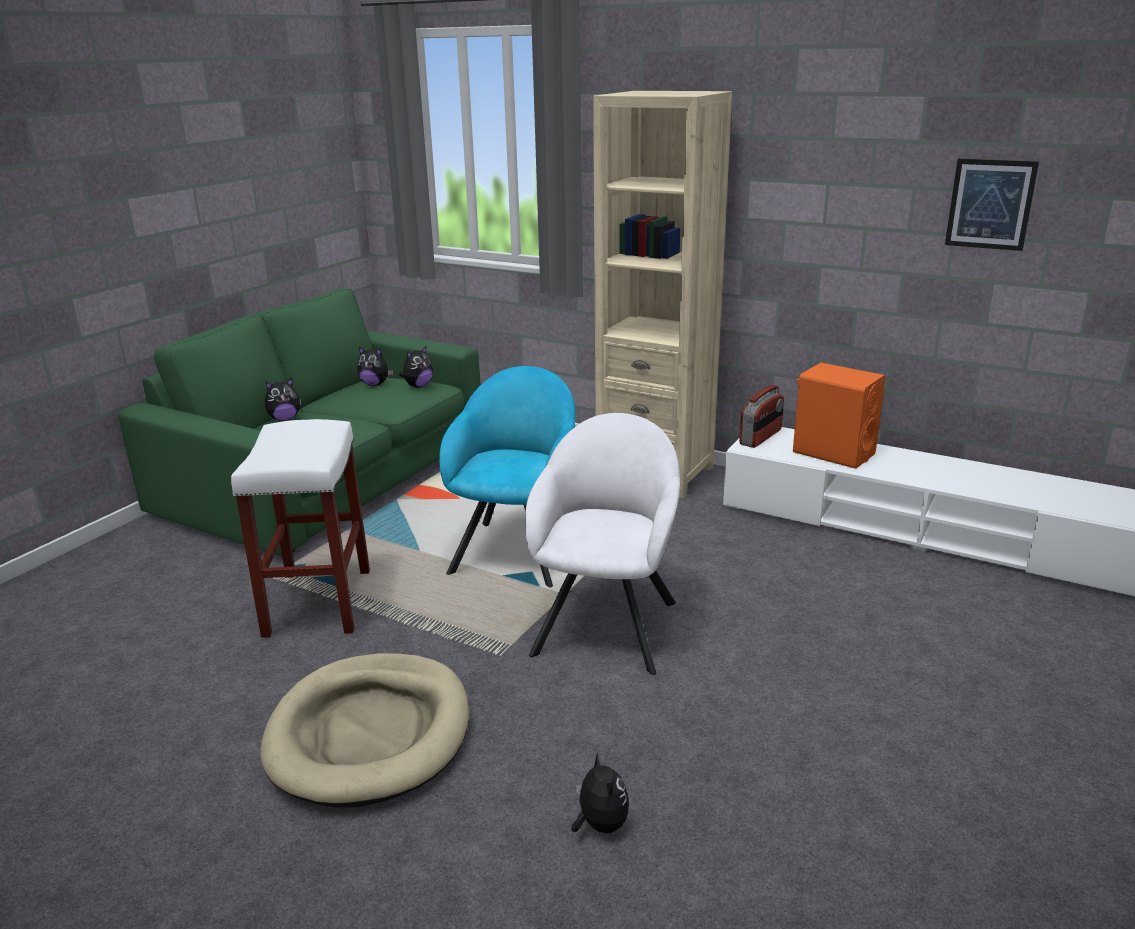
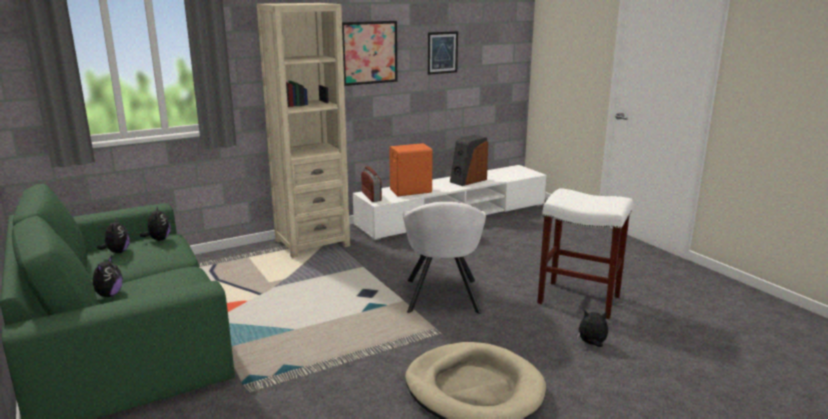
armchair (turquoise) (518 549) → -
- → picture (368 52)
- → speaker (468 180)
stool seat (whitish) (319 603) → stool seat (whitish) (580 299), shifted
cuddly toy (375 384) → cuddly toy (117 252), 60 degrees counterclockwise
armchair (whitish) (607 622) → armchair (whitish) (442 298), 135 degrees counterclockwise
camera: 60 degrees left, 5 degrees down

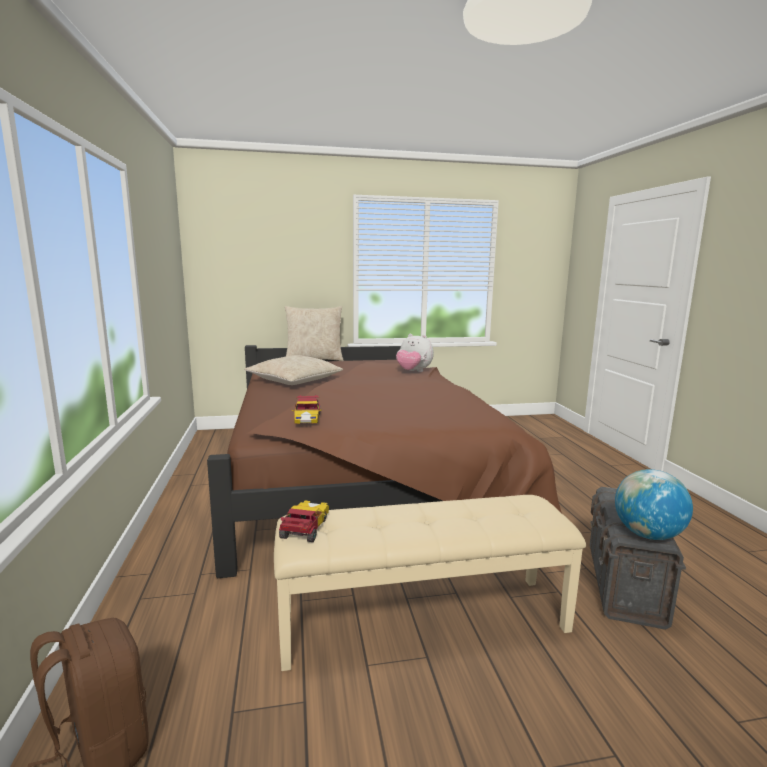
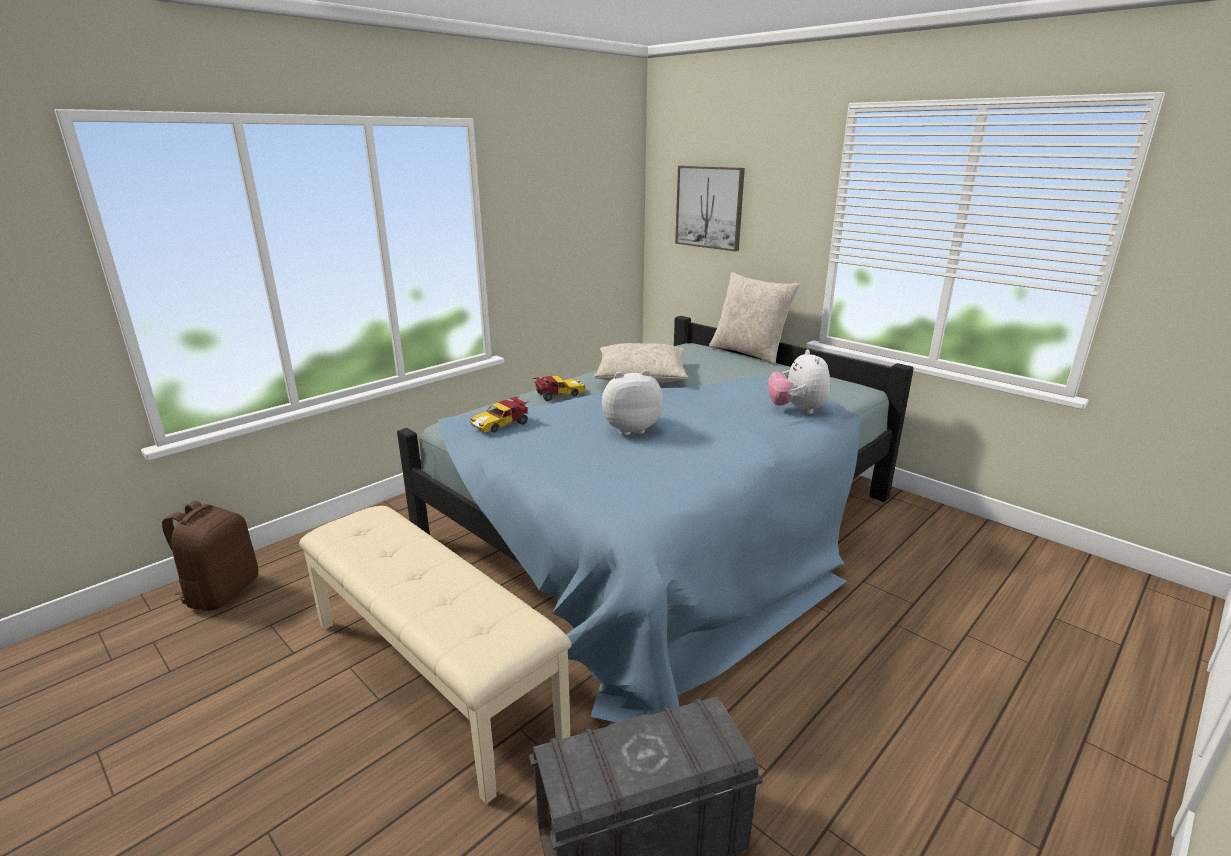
world globe (647 535) → -
- → cuddly toy (630 429)
- → picture (709 207)
miniature car (305 528) → miniature car (558 394), shifted
bedroom bed (brownish) (364 479) → bedroom bed (blue) (666 528)
camera: 55 degrees right, 10 degrees up

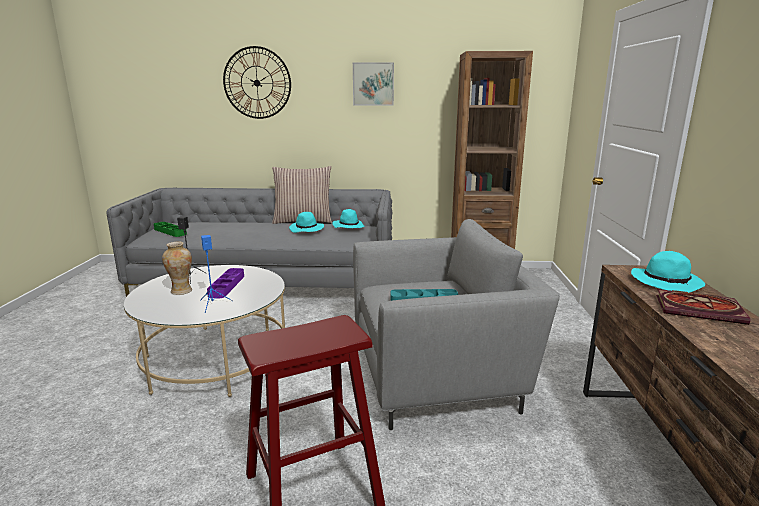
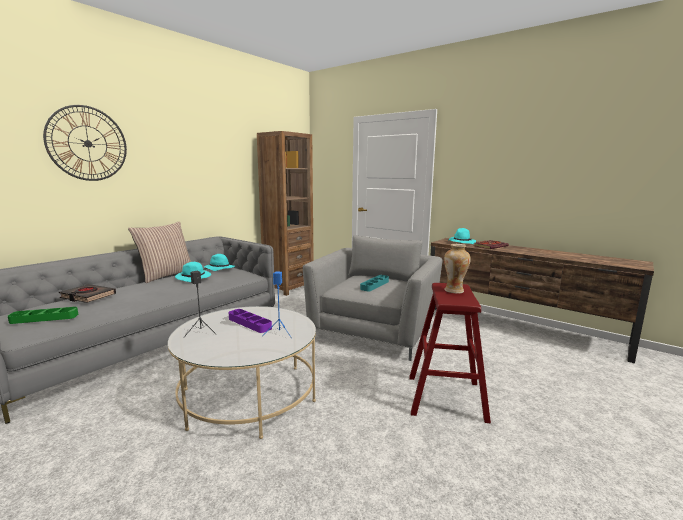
picture (373 84) → -
- → book (black) (88 296)
flower vase (181 291) → flower vase (454 291), shifted
camera: 55 degrees left, 5 degrees down

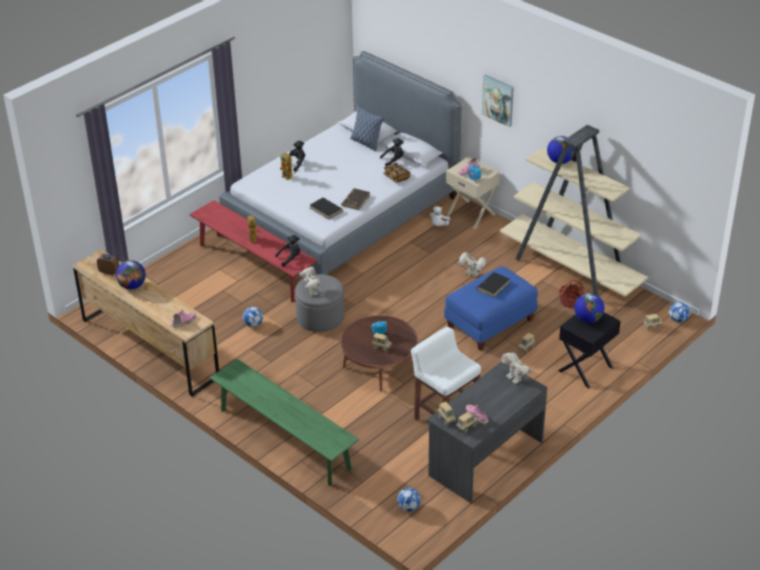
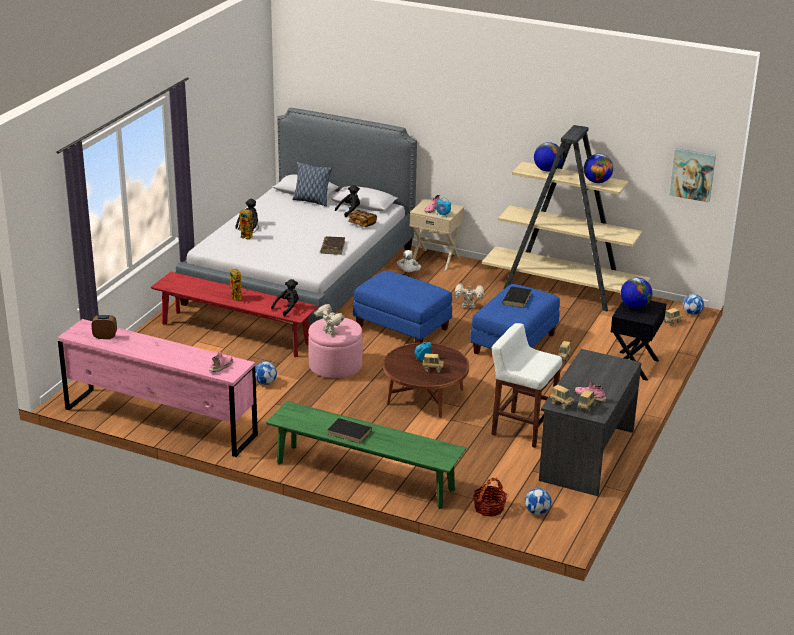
robot figure (514 378) → -
- → footrest (blue) (403 327)
world globe (132 286) → world globe (597 182), shifted
book (black) (326 210) → book (black) (350 433), shifted
picture (498 100) → picture (692 174), shifted
basket (570 301) → basket (489 508), shifted
dresser (brownish) (150 348) → dresser (pink) (160 422)
footrest (grey) (320 318) → footrest (pink) (335 366)
camera: 20 degrees left, 10 degrees down

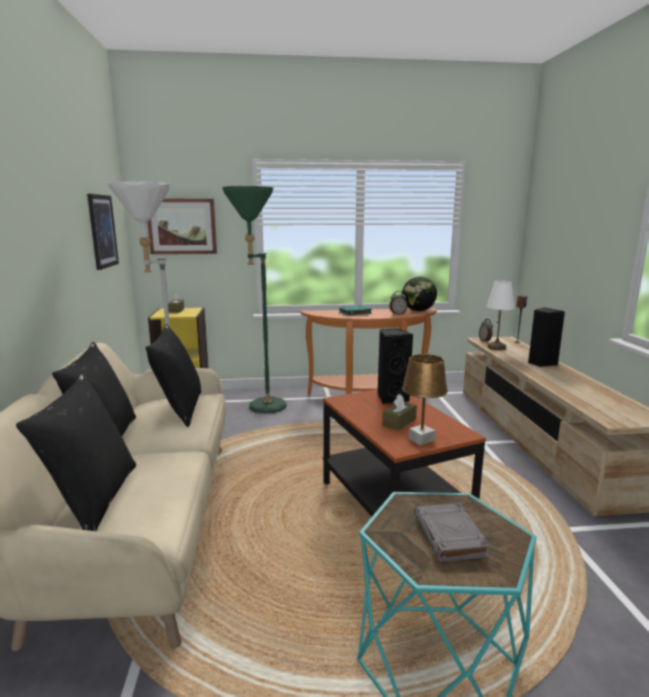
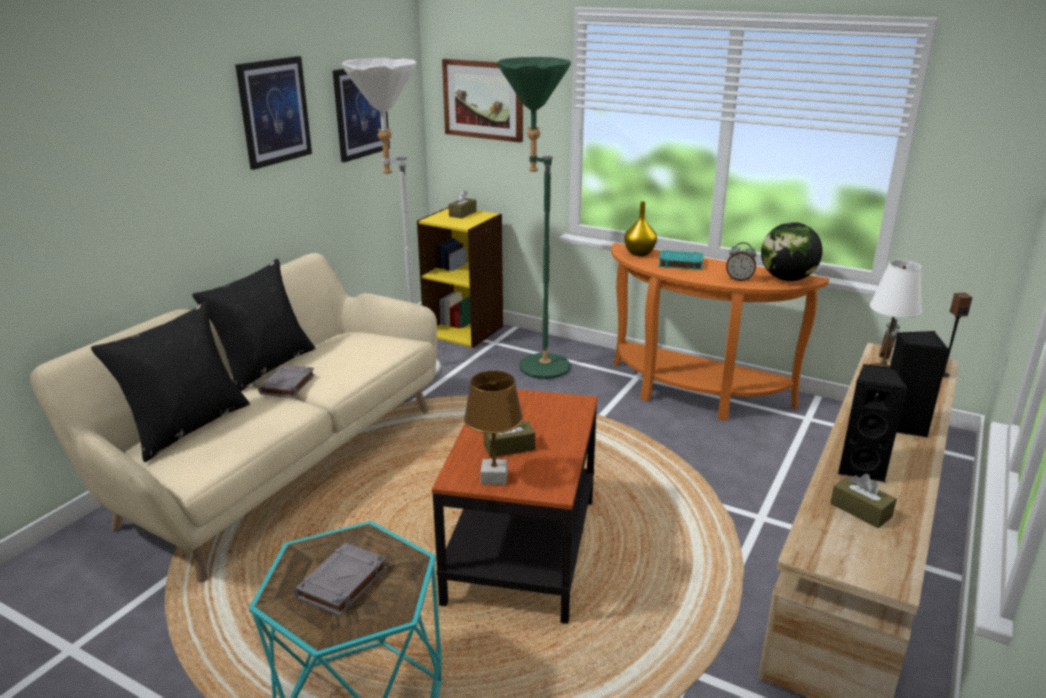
throw pillow (black) (179 409) → -
- → picture (274 111)
- → book (grey) (287 385)
- → flower vase (yellow-coloured) (639 253)
- → tissue holder (brownish) (860 510)
speaker (black) (391 398) → speaker (black) (861 468), shifted
camera: 35 degrees right, 10 degrees up

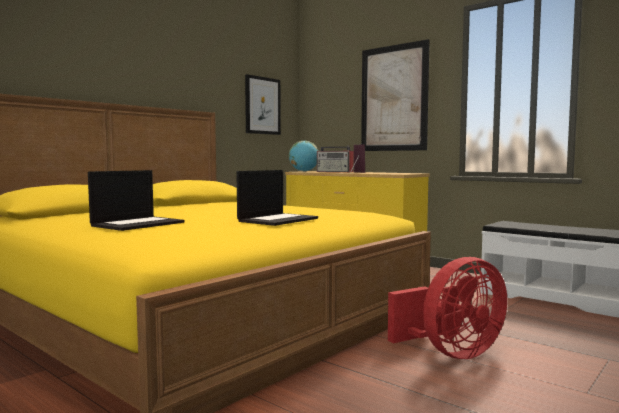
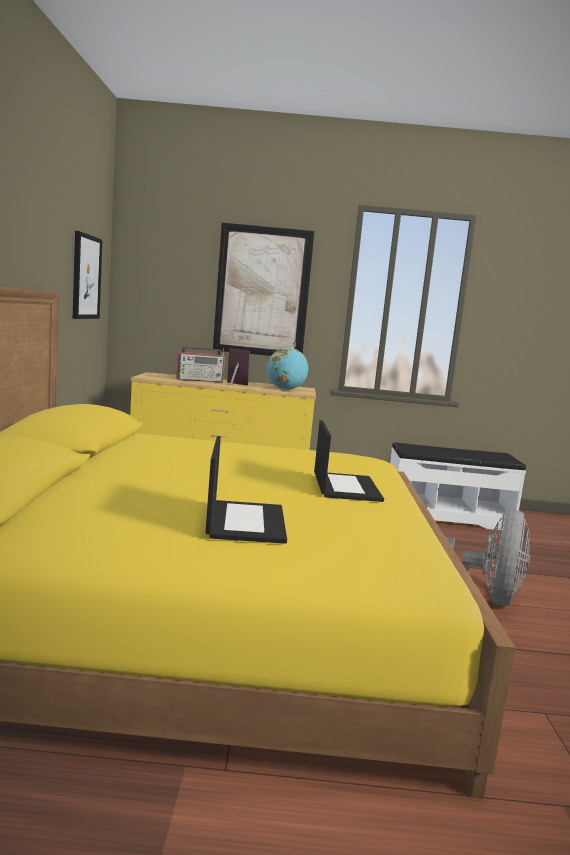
world globe (304 171) → world globe (285 389), shifted
electric fan (red) (452 353) → electric fan (grey) (486 599)
camera: 40 degrees left, 5 degrees up

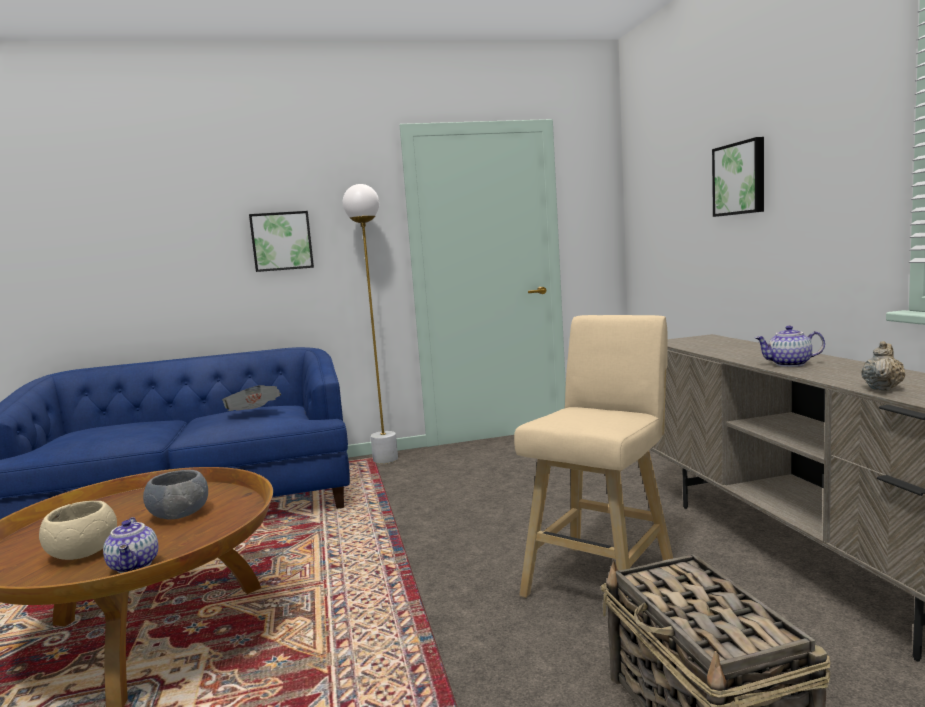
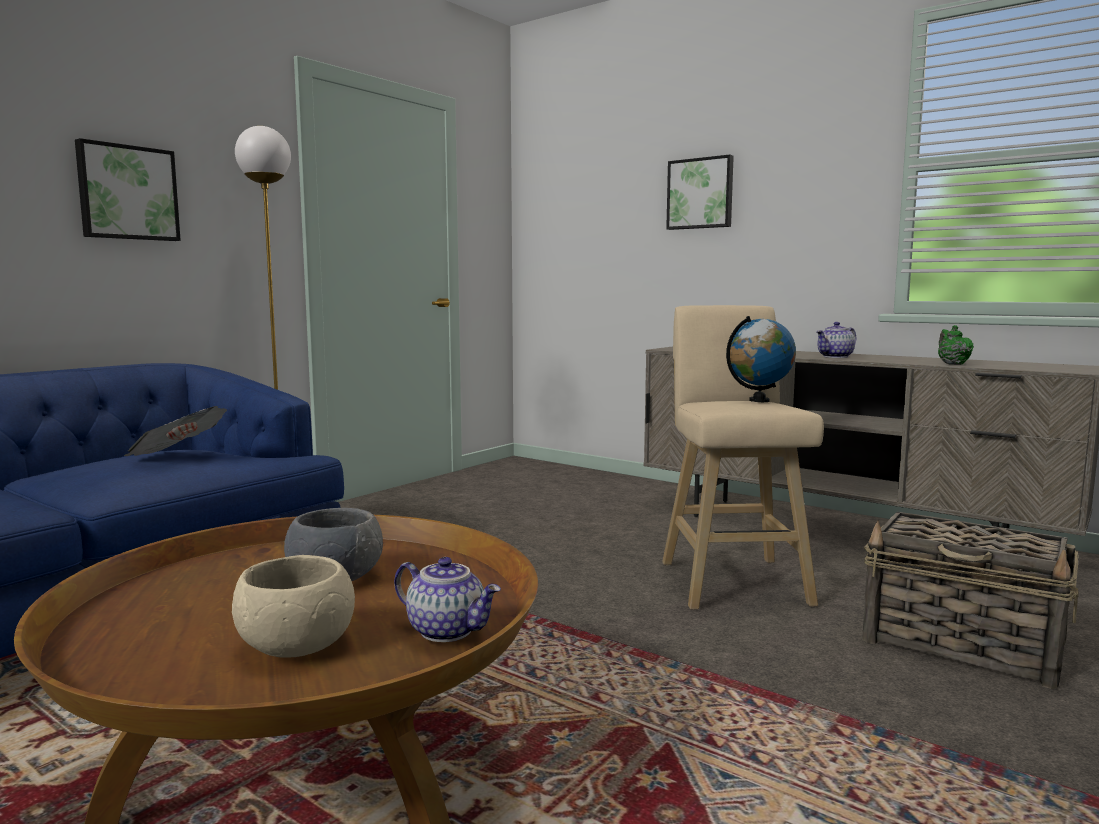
- → world globe (759 400)
teapot (beige-coloured) (882 388) → teapot (green-coloured) (952 364)
camera: 40 degrees left, 0 degrees up

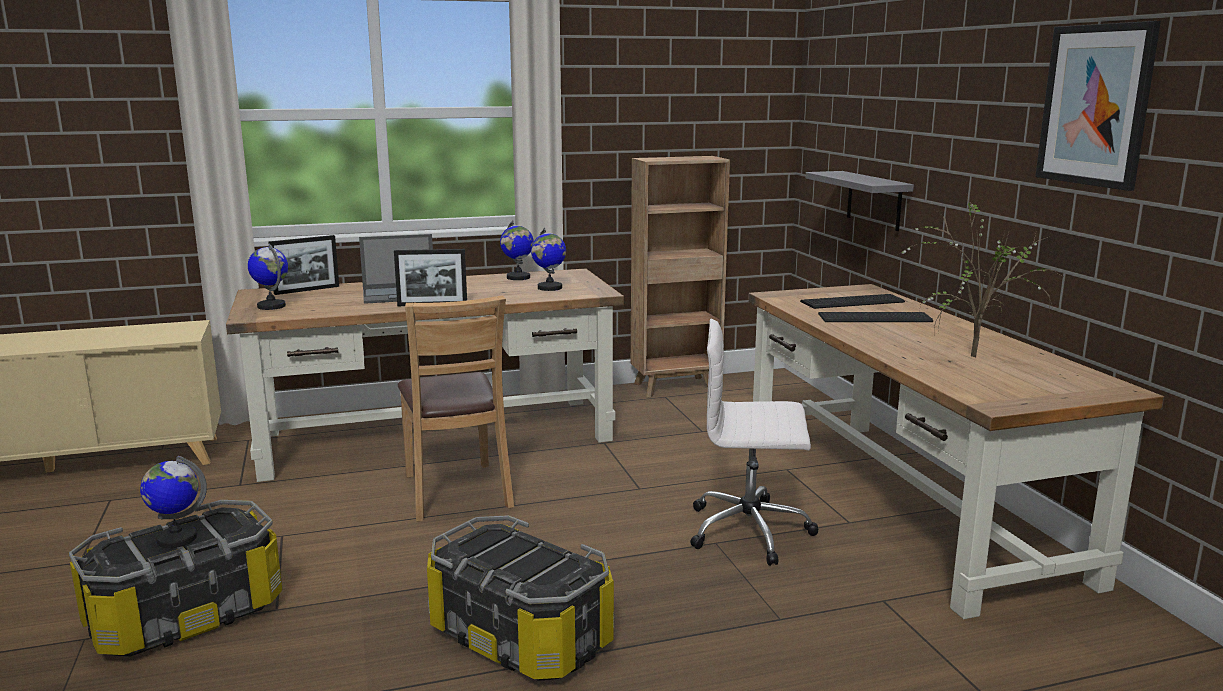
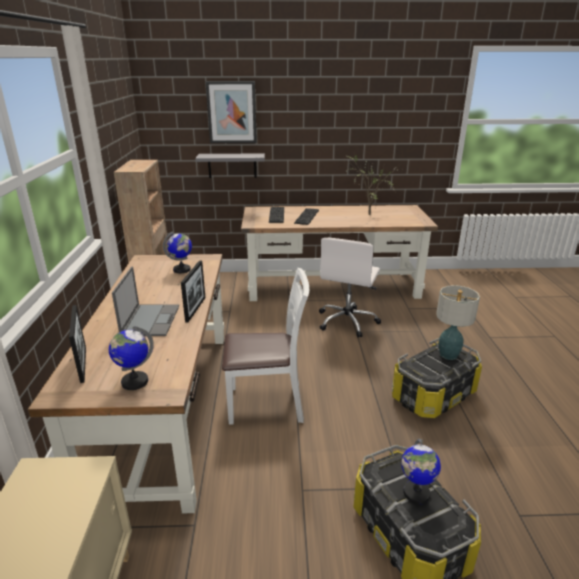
world globe (518 277) → -
- → tabletop lamp (449 355)
picture (1095 105) → picture (232 112), shifted
chair (brownish) (456 492) → chair (whitish) (267 403)
camera: 75 degrees left, 10 degrees up

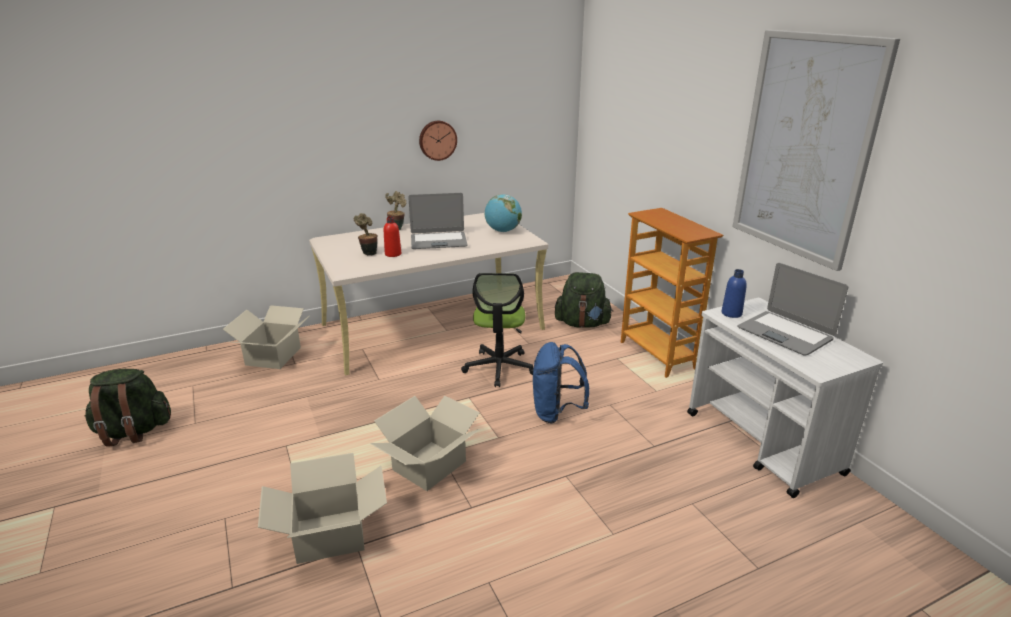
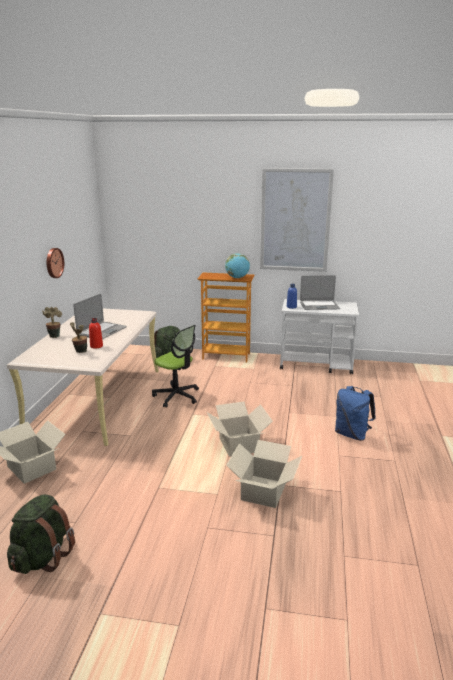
world globe (503 231) → world globe (237 278), shifted
knapsack (blue) (556 413) → knapsack (blue) (352 434), shifted
camera: 55 degrees left, 5 degrees down

